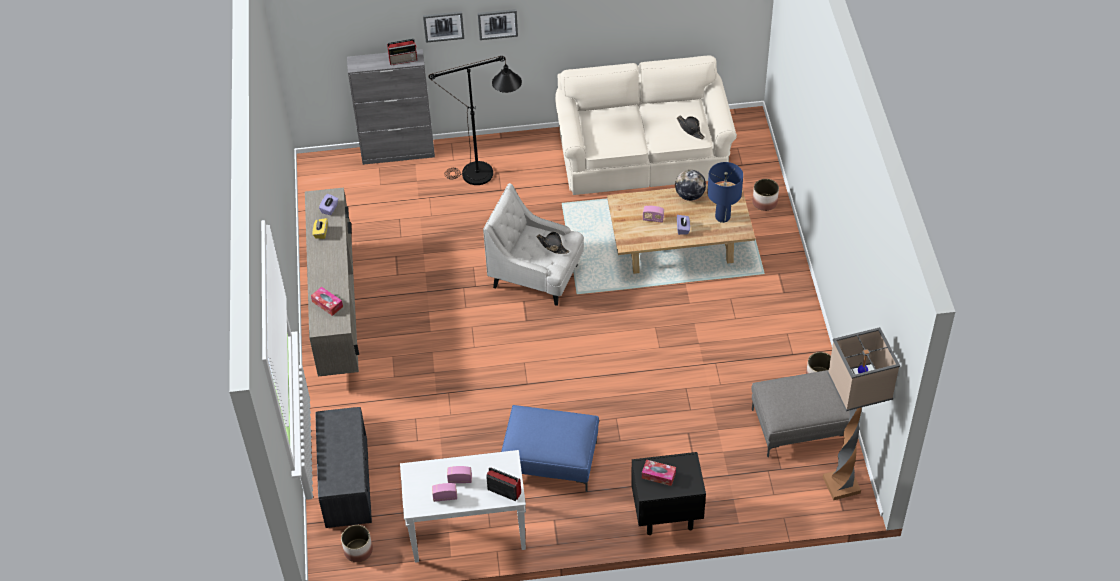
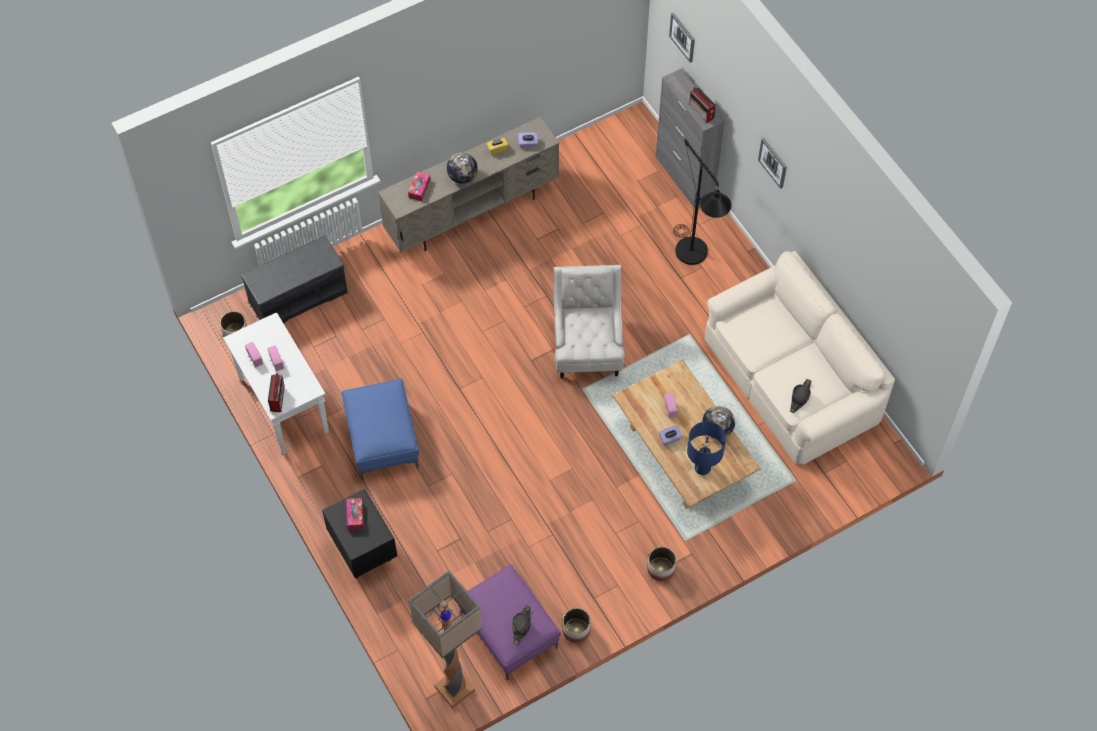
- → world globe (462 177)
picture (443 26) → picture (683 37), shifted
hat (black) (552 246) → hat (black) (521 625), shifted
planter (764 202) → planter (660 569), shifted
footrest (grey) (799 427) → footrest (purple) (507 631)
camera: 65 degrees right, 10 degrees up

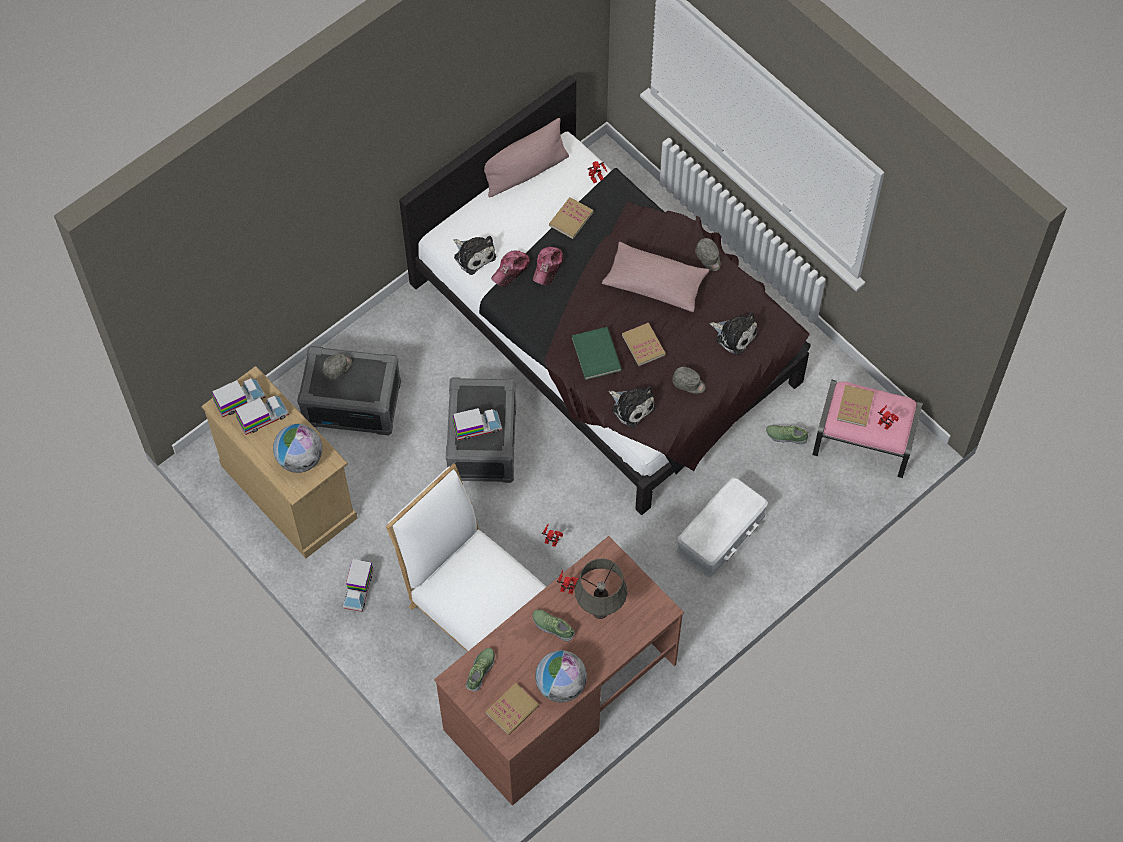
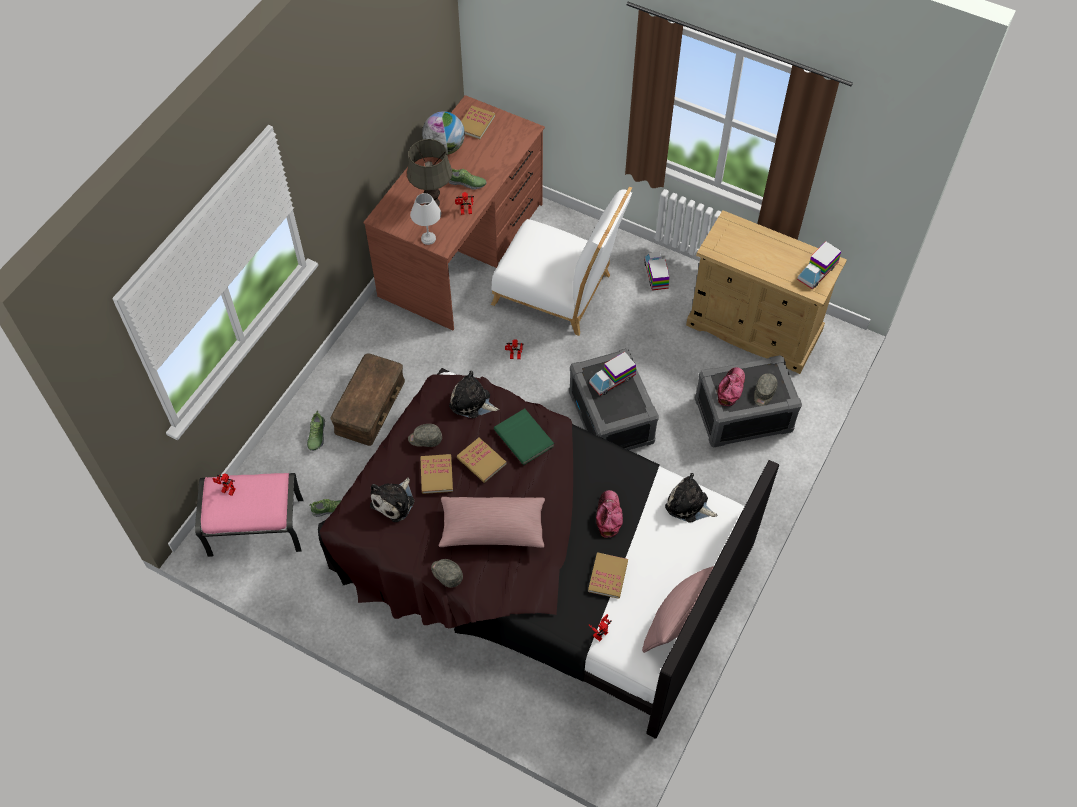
model truck (263 418) → -
world globe (300 459) → -
- → tabletop lamp (whitish) (427 239)
shoe (480 671) → shoe (316 435), shifted
peaked cap (511 270) → peaked cap (730 388), shifted
book (855 407) → book (436 475), shifted
storage bin (whitish) (721 533) → storage bin (brownish) (369 405)
cuddly toy (734 335) → cuddly toy (394 501), 75 degrees counterclockwise
camera: 160 degrees right, 5 degrees down

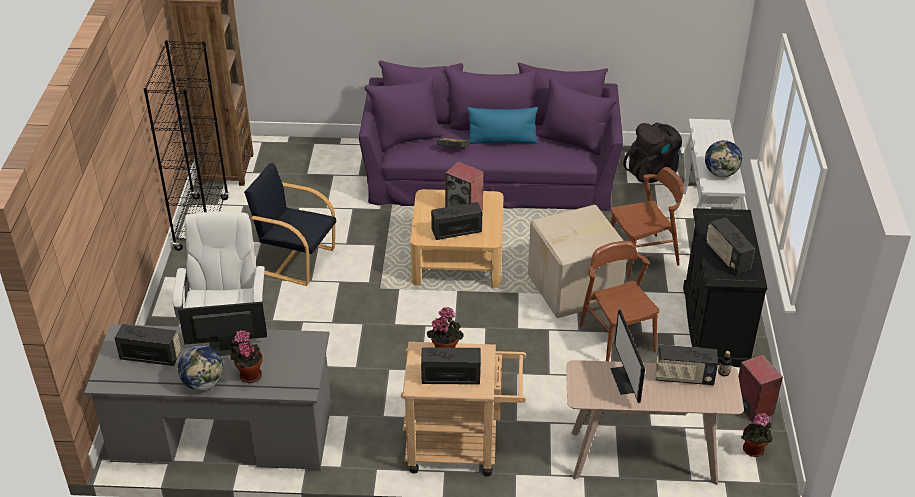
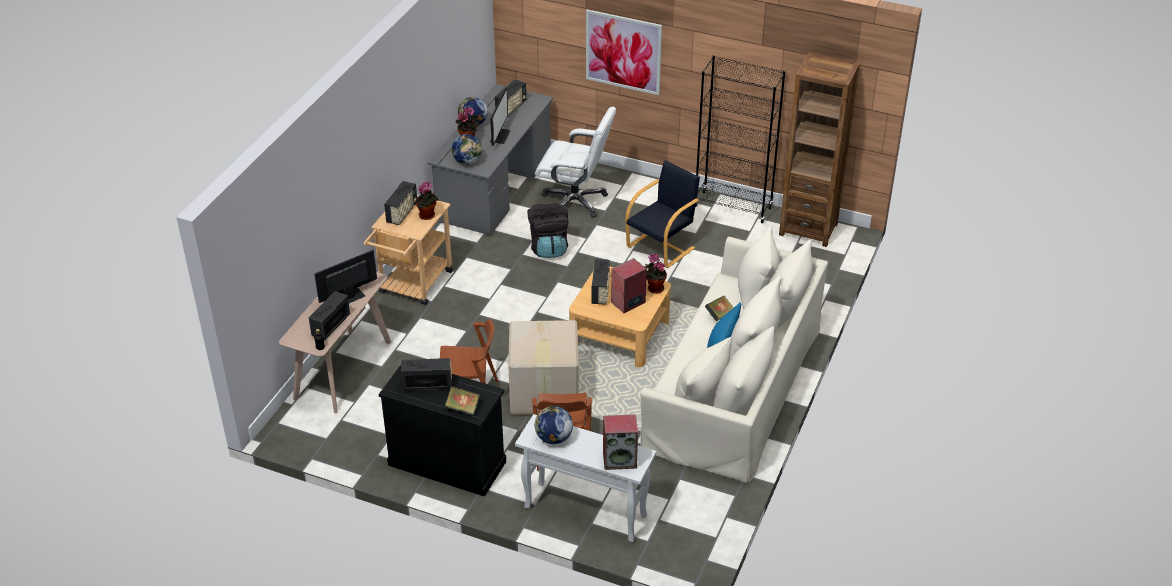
- → book (463 408)
- → world globe (468 161)
- → picture (623 52)
knapsack (black) (653 172) → knapsack (black) (549 247), shifted
speaker (752 406) → speaker (620 459), shifted
houseplant (753 451) → houseplant (654 288), shifted
couch (purple) (490 175) → couch (beige-coloured) (733 384)
monitor (627 380) → monitor (349 297), 45 degrees counterclockwise
camera: 110 degrees right, 0 degrees up

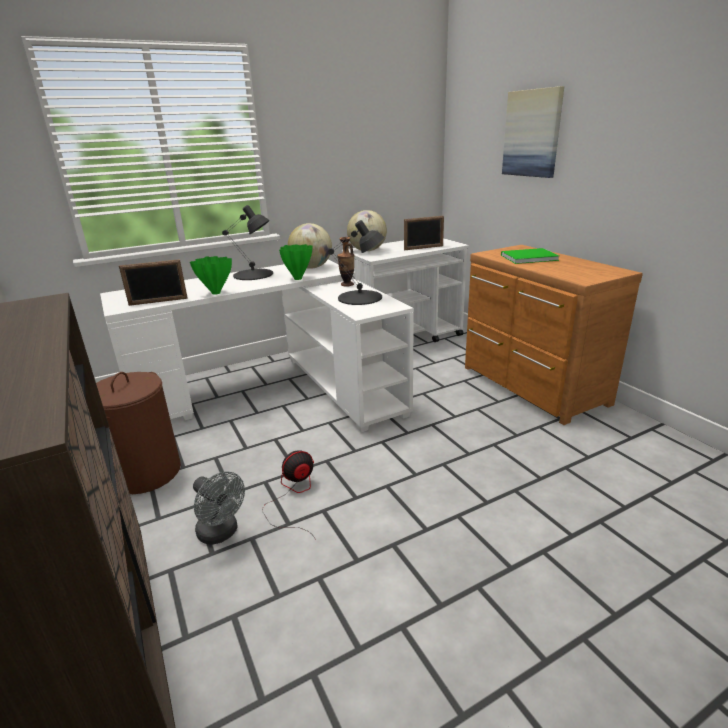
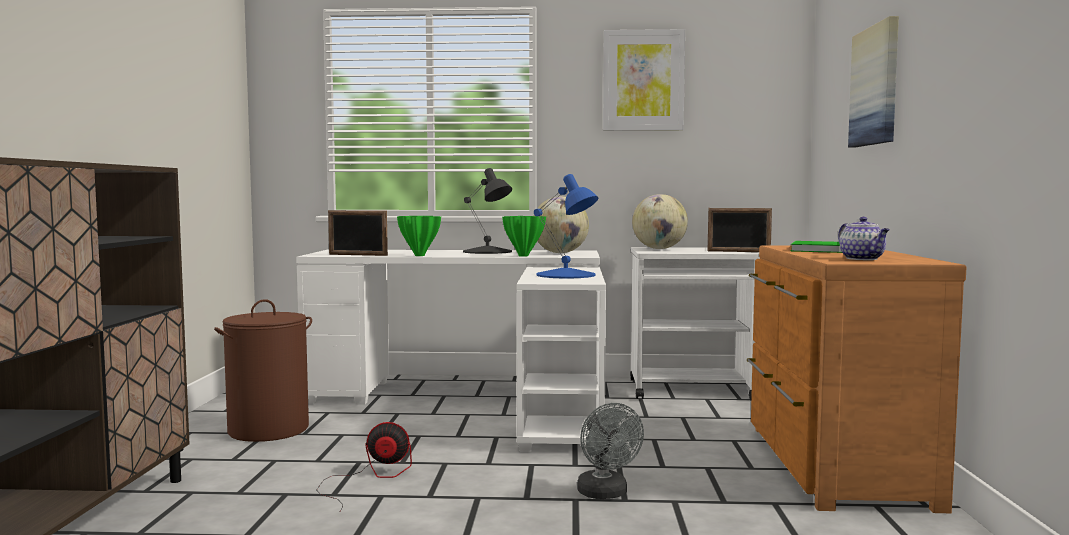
flower vase (347 284) → -
- → picture (643 80)
- → teapot (863 259)
electric fan (grey) (221 533) → electric fan (grey) (606 494), shifted
tabletop lamp (black) (360 297) → tabletop lamp (blue) (566 275)
camera: 30 degrees right, 20 degrees down

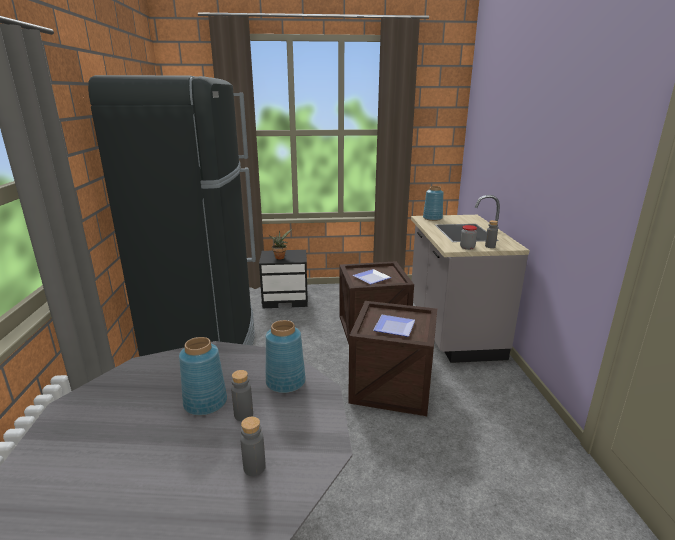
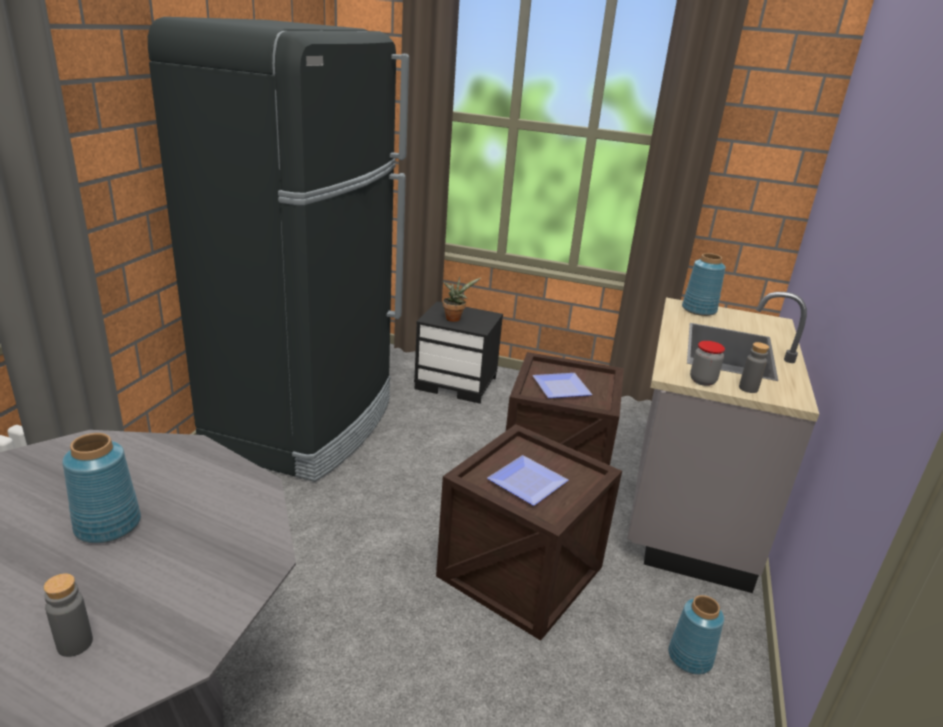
beverage bottle (grey) (243 415) → -
flower vase (blue) (286 382) → flower vase (blue) (690 658), shifted
camera: 20 degrees right, 5 degrees up

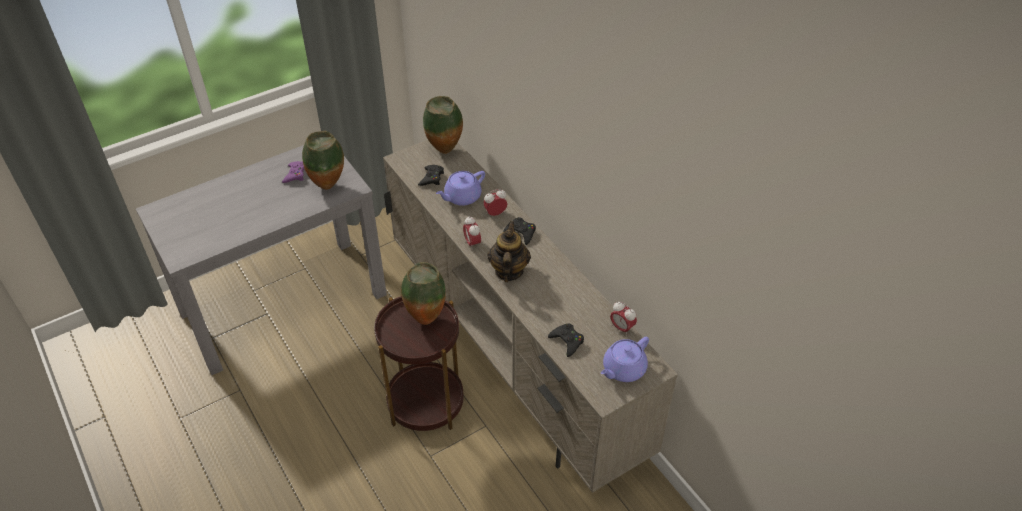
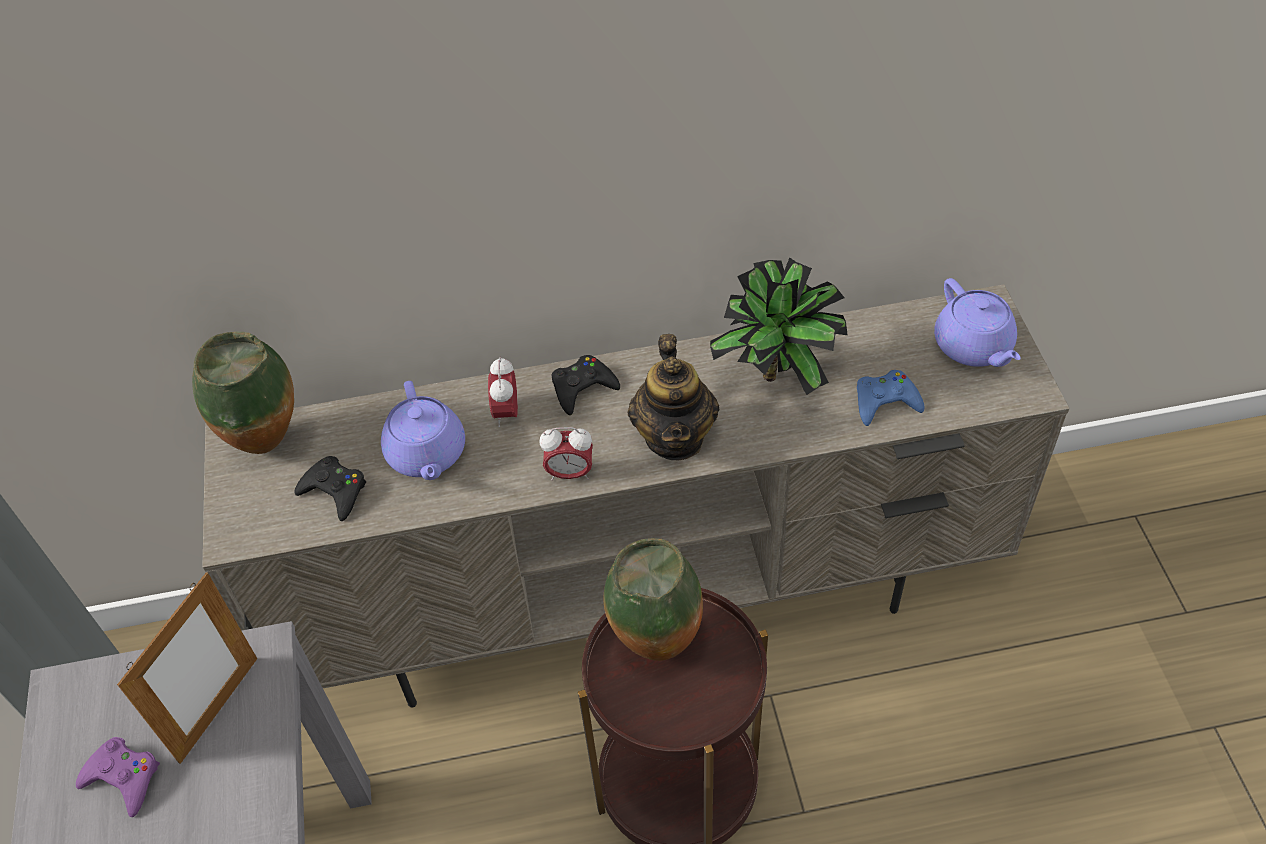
alarm clock (621 328) → -
- → houseplant (780 376)
flower vase (329 186) → photo frame (218 709)
joypad (black) (567 341) → joypad (blue) (885 402)
teapot (508 271) → teapot (675 437), 120 degrees counterclockwise
camera: 65 degrees left, 5 degrees up

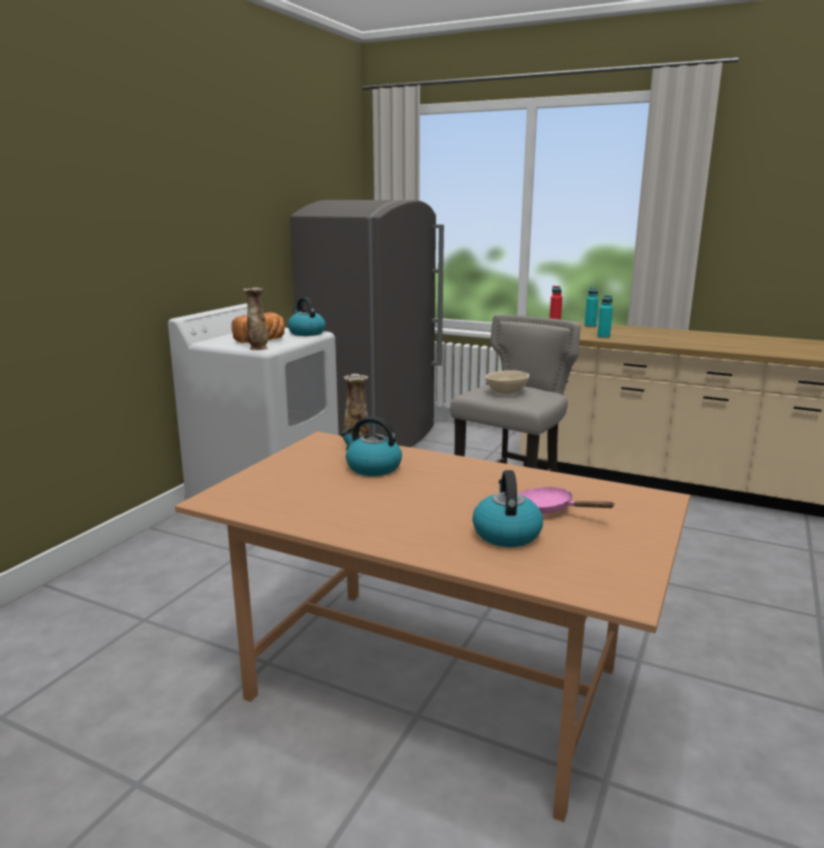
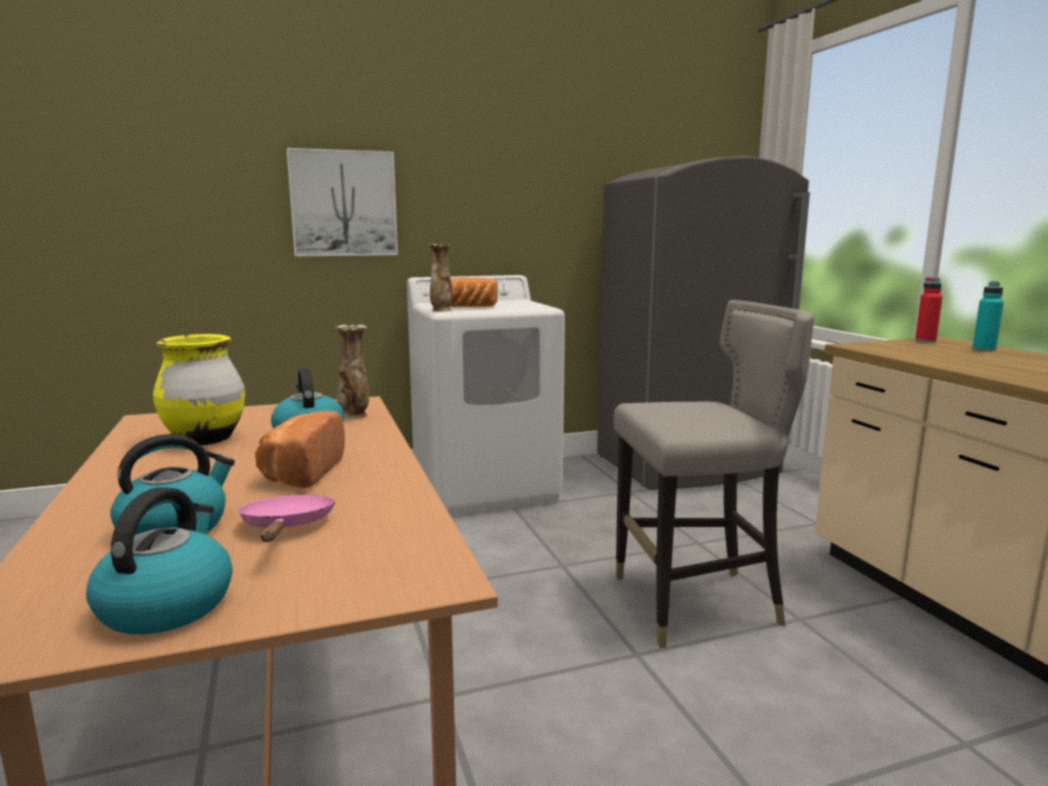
serving bowl (beige-coloured) (507 392) → -
beverage bottle (turquoise) (603 337) → -
- → flower vase (yellow-coloured) (205 440)
- → bread (300 472)
- → picture (343 203)
kettle (306 333) → kettle (167 604), shifted
camera: 45 degrees right, 5 degrees down

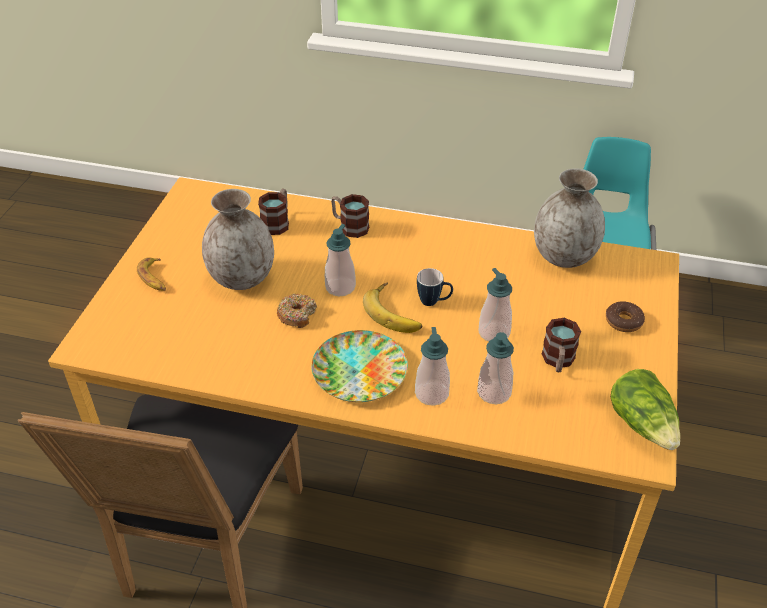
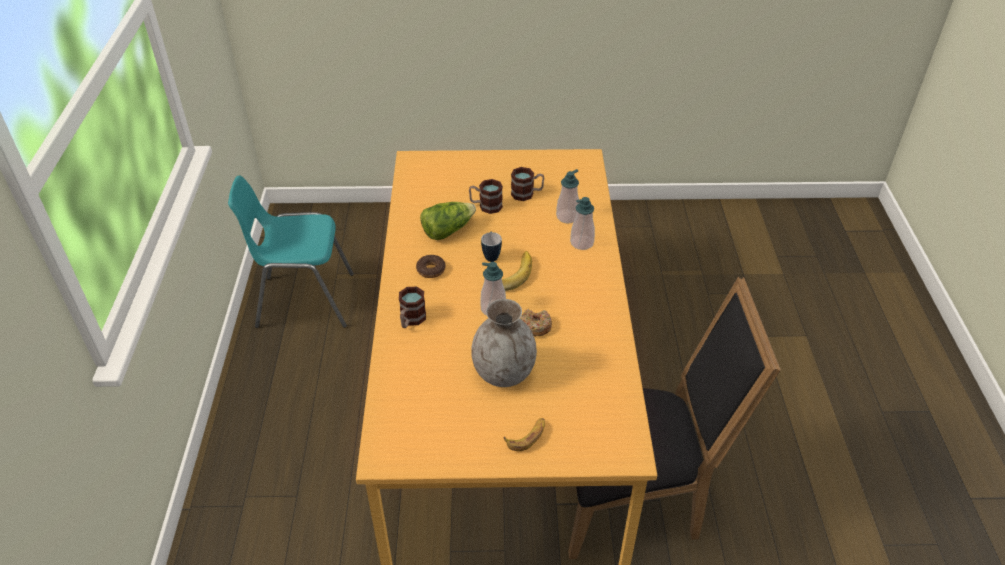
flat dish (358 371) → -
soap bottle (494 332) → -
flower vase (grey) (564 257) → -
tea mug (278 222) → tea mug (485 206), shifted
doughnut (623 321) → doughnut (431 270), shifted
lettuce (643 424) → lettuce (447 230), shifted
camera: 105 degrees left, 0 degrees up

